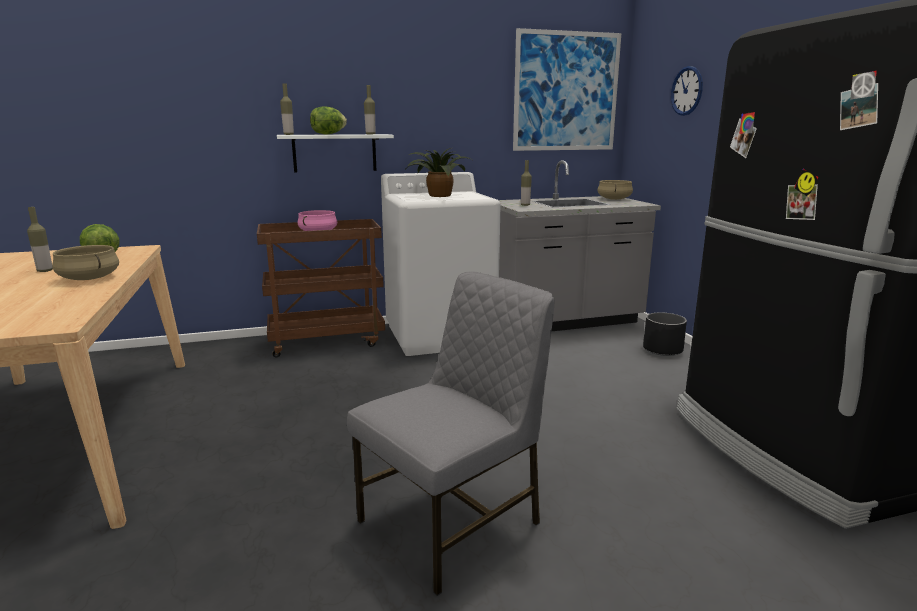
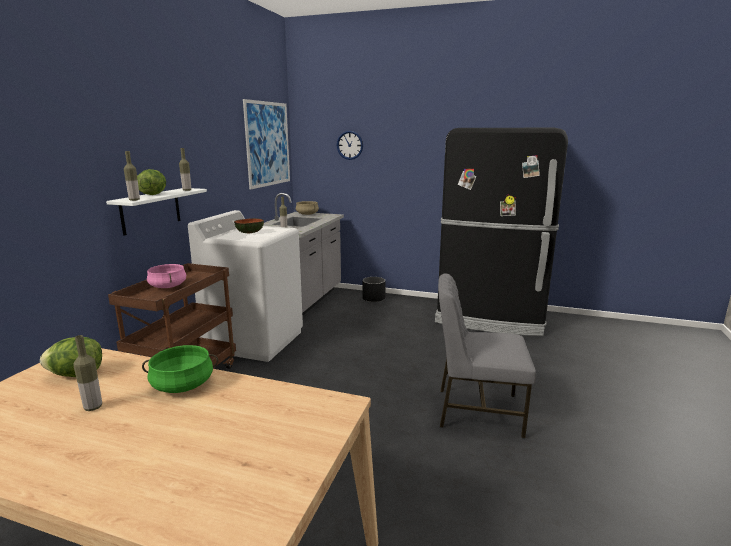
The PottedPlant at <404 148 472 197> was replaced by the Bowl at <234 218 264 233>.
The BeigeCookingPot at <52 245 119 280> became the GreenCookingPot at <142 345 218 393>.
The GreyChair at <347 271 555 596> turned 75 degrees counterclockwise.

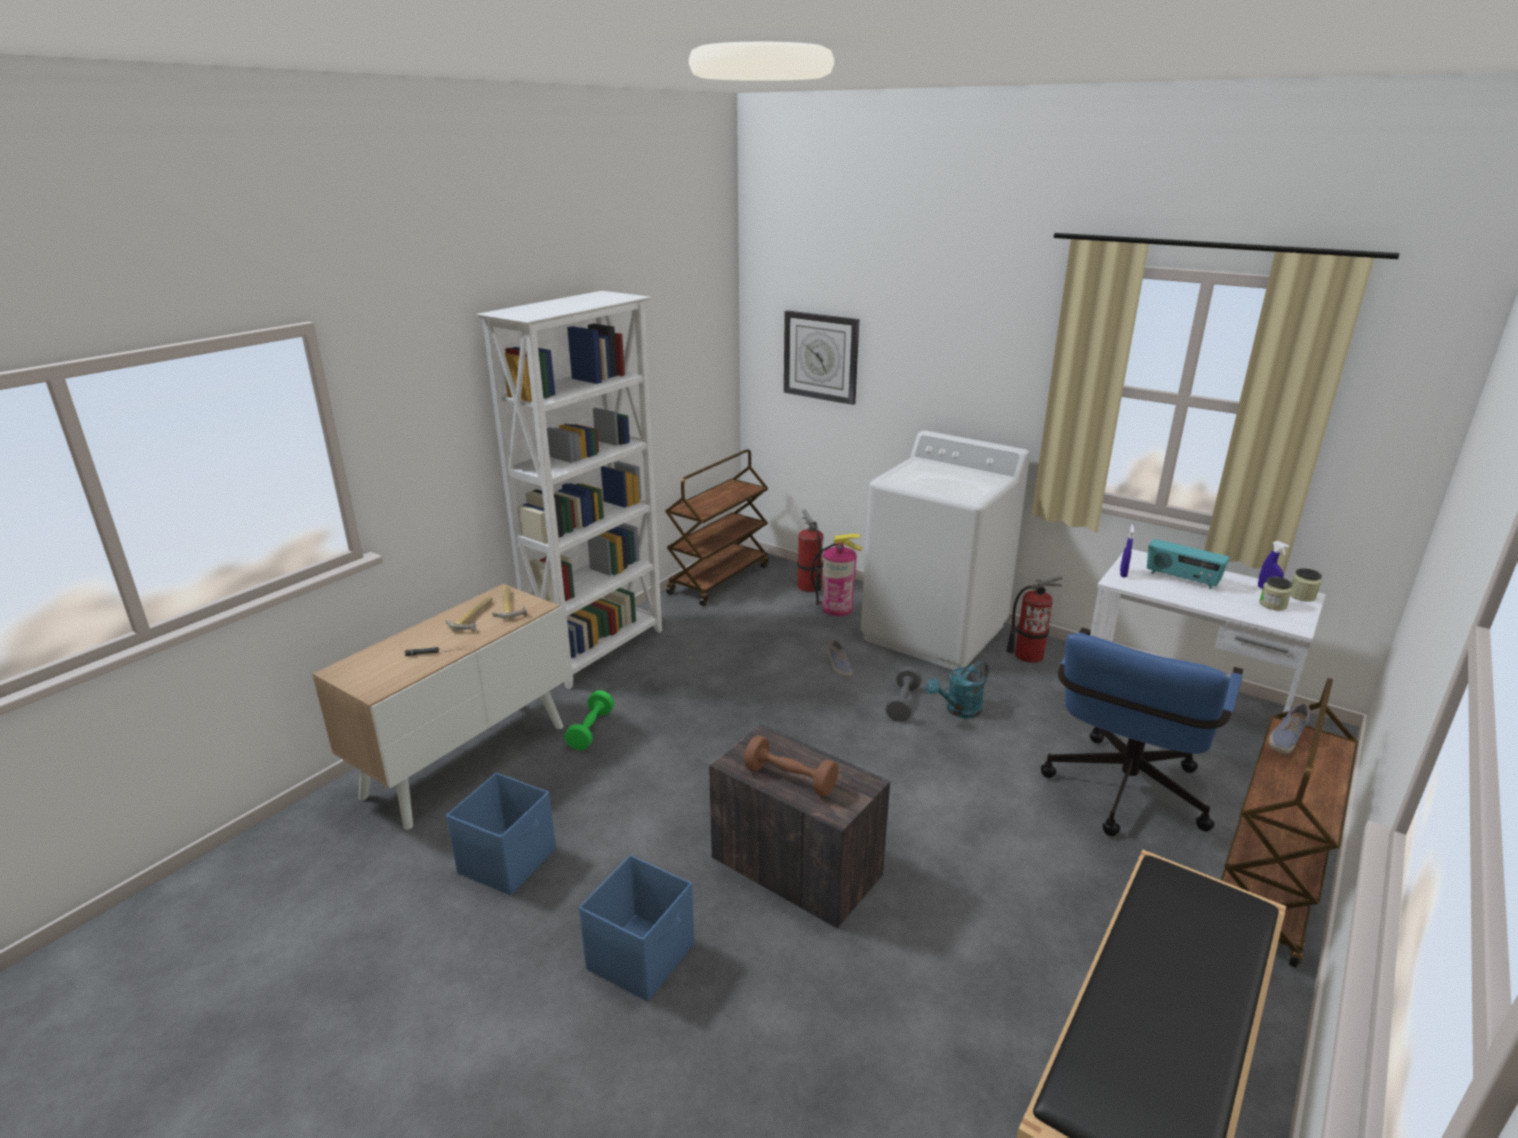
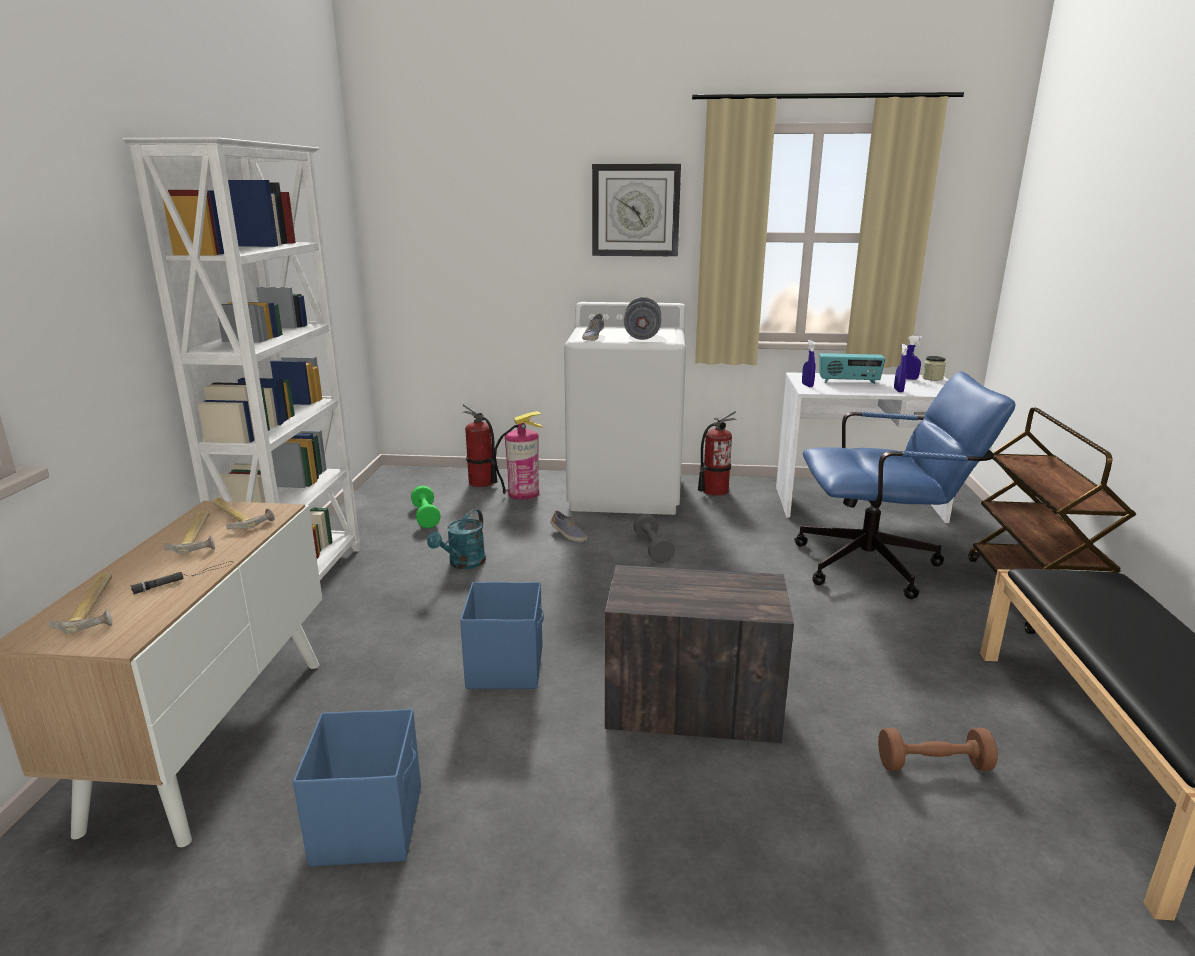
The BrownCart at <665 449 769 606> disappeared.
The Jar at <1259 577 1292 611> disappeared.
The Hammer at <48 573 112 633> appeared.
The GreyDumbbell at <624 297 661 340> appeared.
The BlueSprayBottle at <894 344 908 392> appeared.
The GreenDumbbell moved from <564 690 614 750> to <411 486 441 528>.
The BlueStorageBox moved from <579 855 694 1002> to <460 582 544 689>.
The BrownDumbbell moved from <744 736 838 797> to <878 728 998 771>.
The WallClock moved from <784 310 859 405> to <592 164 681 256>.
The TurquoiseWateringCan moved from <926 661 989 718> to <427 509 486 569>.
The Shoe moved from <1269 703 1310 754> to <582 314 604 341>.
The BlueOfficeChair at <1041 627 1243 836> turned 90 degrees counterclockwise.

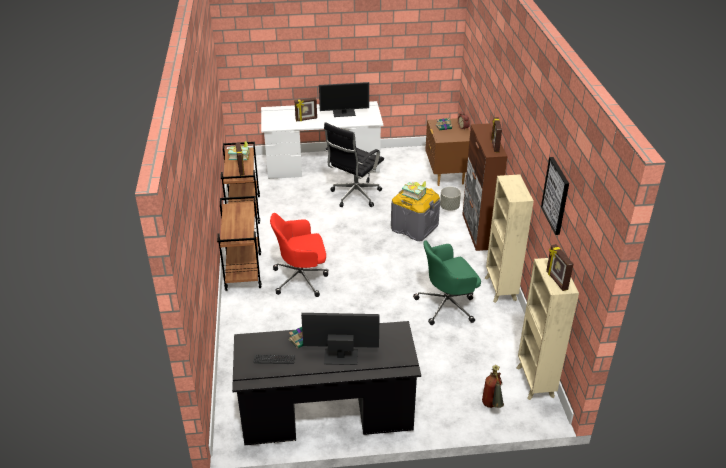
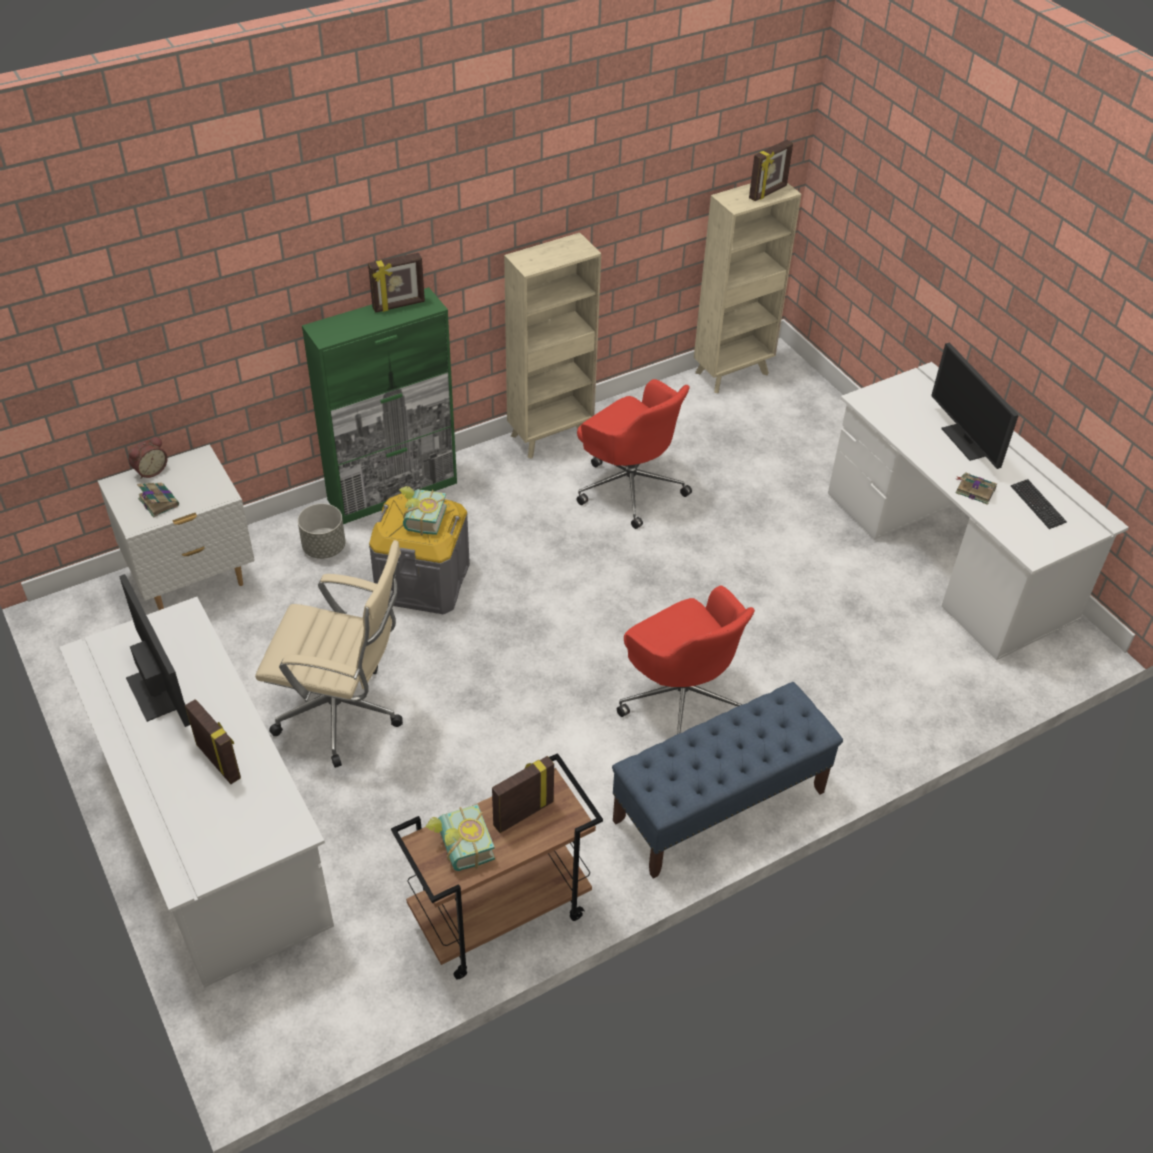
The FireExtinguisher at <482 365 504 408> disappeared.
The Picture at <541 157 569 235> disappeared.
The BrownCart at <217 196 262 291> was replaced by the BlueBench at <612 682 843 879>.
The BlackDesk at <232 321 421 445> became the WhiteDesk at <828 362 1129 660>.
The BlackOfficeChair at <324 122 384 207> became the BeigeOfficeChair at <255 540 403 768>.
The GreenOfficeChair at <413 241 481 325> became the RedOfficeChair at <577 379 692 529>.
The BrownNightstand at <425 118 470 186> became the WhiteNightstand at <98 444 255 610>.
The BrownCabinet at <462 123 507 251> became the GreenCabinet at <302 287 457 524>.

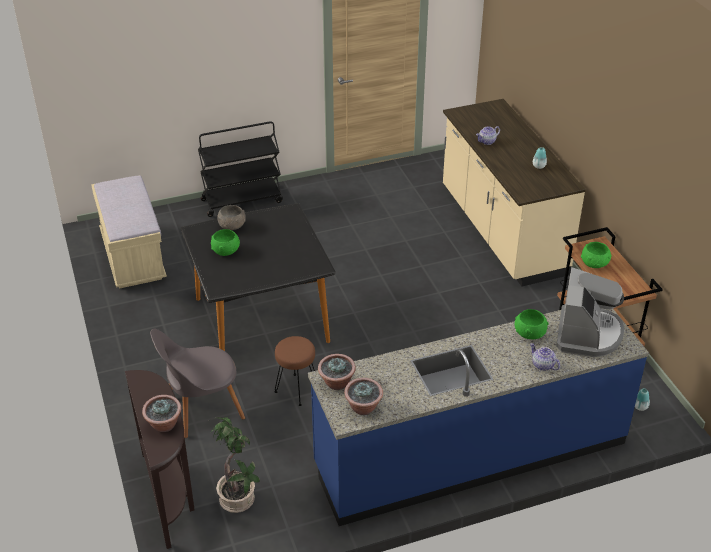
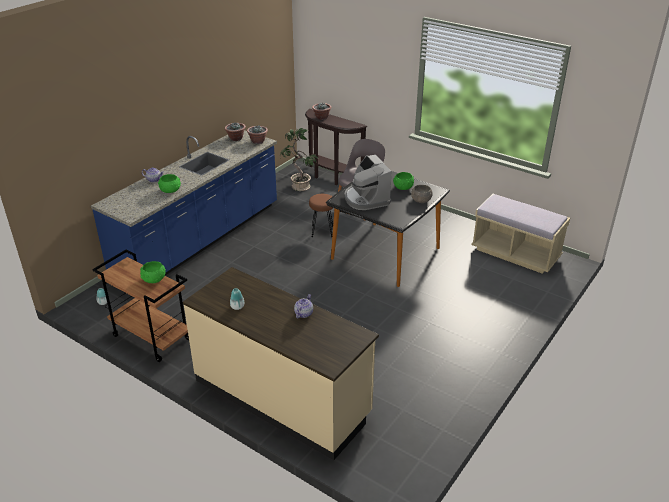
The BlackCart at <198 121 283 217> disappeared.
The CoffeeMachine moved from <556 267 624 357> to <345 155 391 210>.

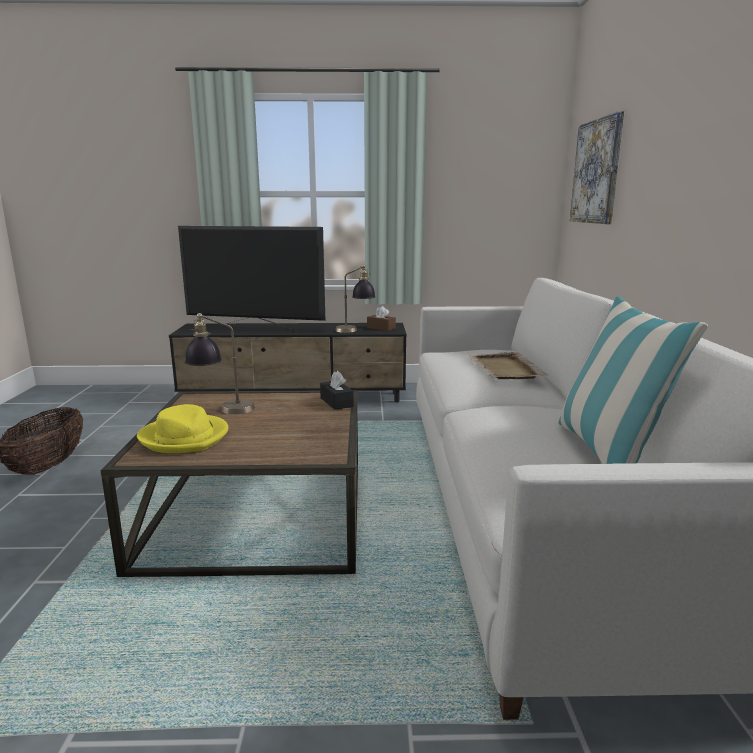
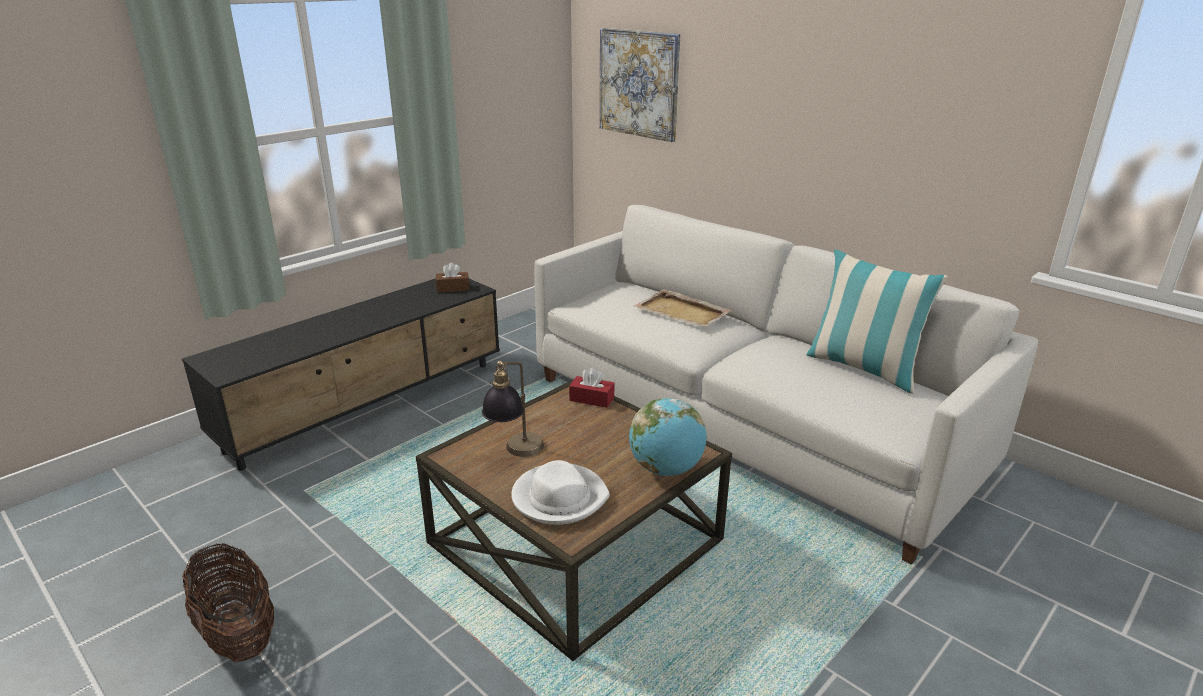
The Television at <178 226 325 331> disappeared.
The TableLamp at <335 265 375 333> disappeared.
The Globe at <629 398 707 476> appeared.
The YellowHat at <137 404 228 453> became the WhiteHat at <511 460 610 525>.
The BlackTissueBox at <320 371 354 410> became the RedTissueBox at <569 368 614 408>.

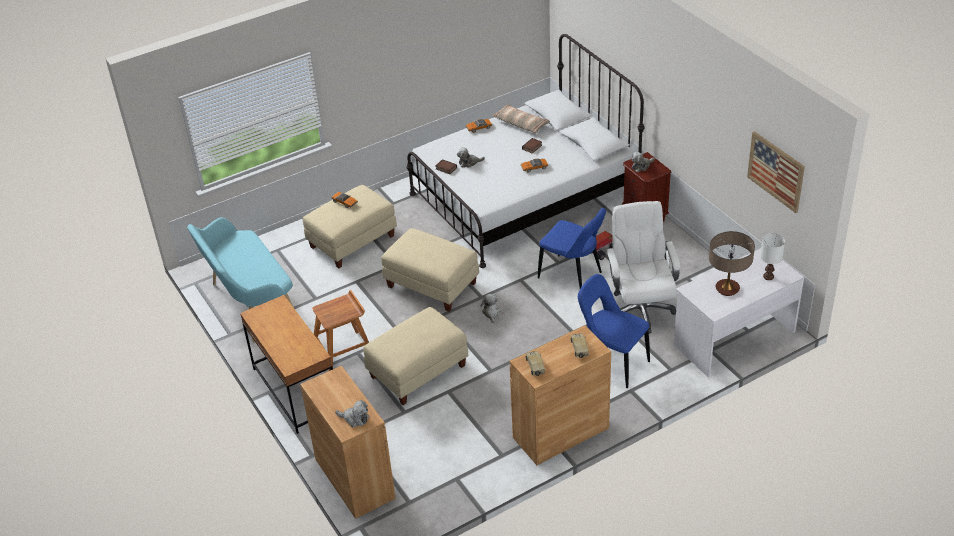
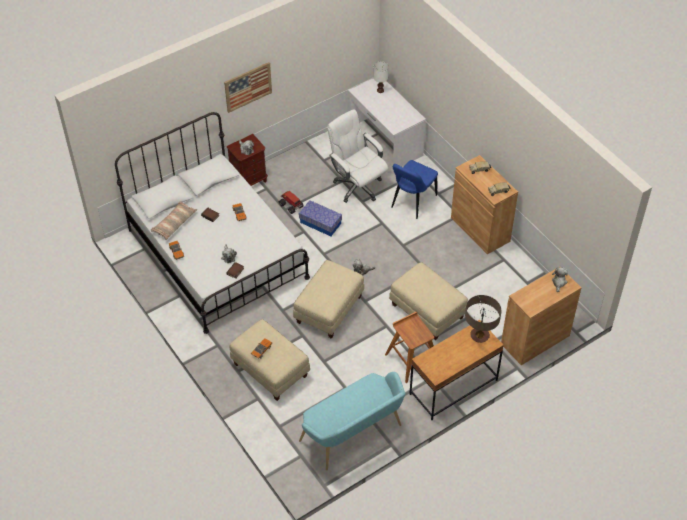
The TableLamp moved from <709 231 755 296> to <465 295 501 343>.
The Picture moved from <747 131 805 213> to <224 62 272 113>.
The BlueChair at <538 208 606 288> was replaced by the StorageBox at <299 200 342 236>.
The WhiteOfficeChair at <606 201 680 334> turned 60 degrees clockwise.

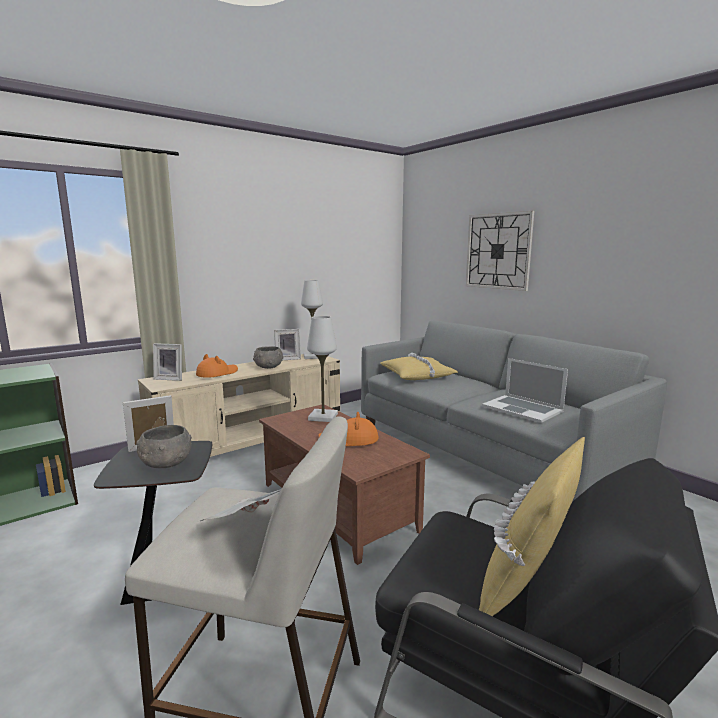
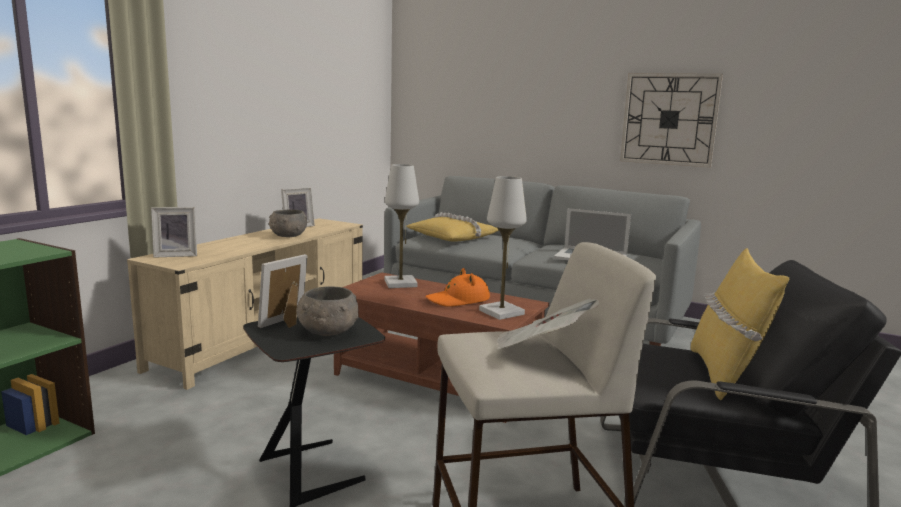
The OrangeHat at <196 354 238 378> disappeared.
The WhiteTableLamp moved from <301 280 323 359> to <479 176 527 320>.
The WallClock moved from <466 211 534 291> to <620 73 723 167>.

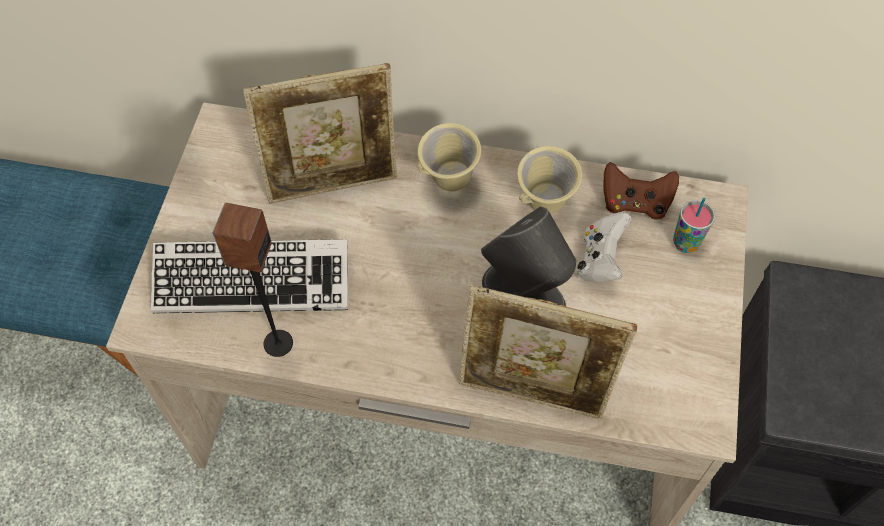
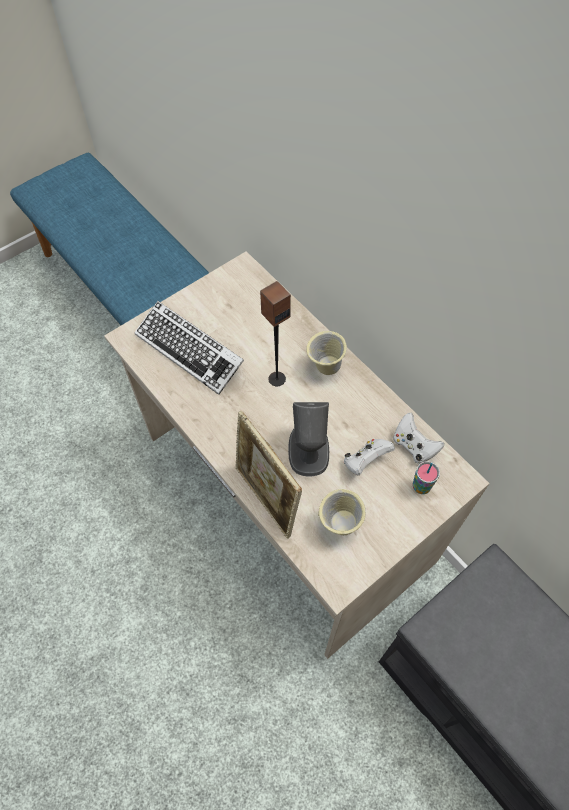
The PictureFrame at <243 63 397 204> disappeared.
The Speaker moved from <212 203 293 357> to <260 281 291 386>.
The BeigeMug moved from <517 146 582 214> to <318 489 366 535>.
The BrownGameController at <603 162 679 220> became the WhiteGameController at <393 413 444 464>.

